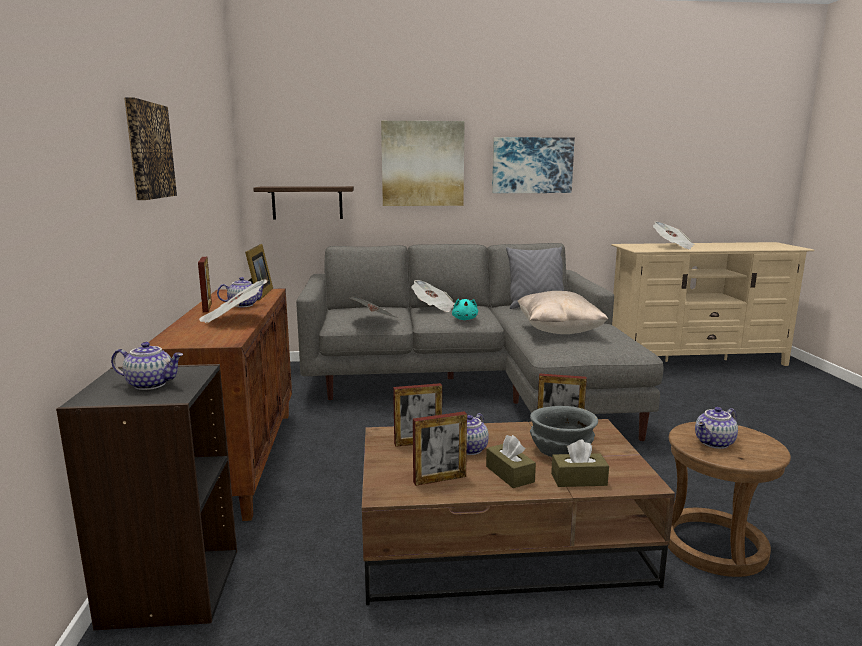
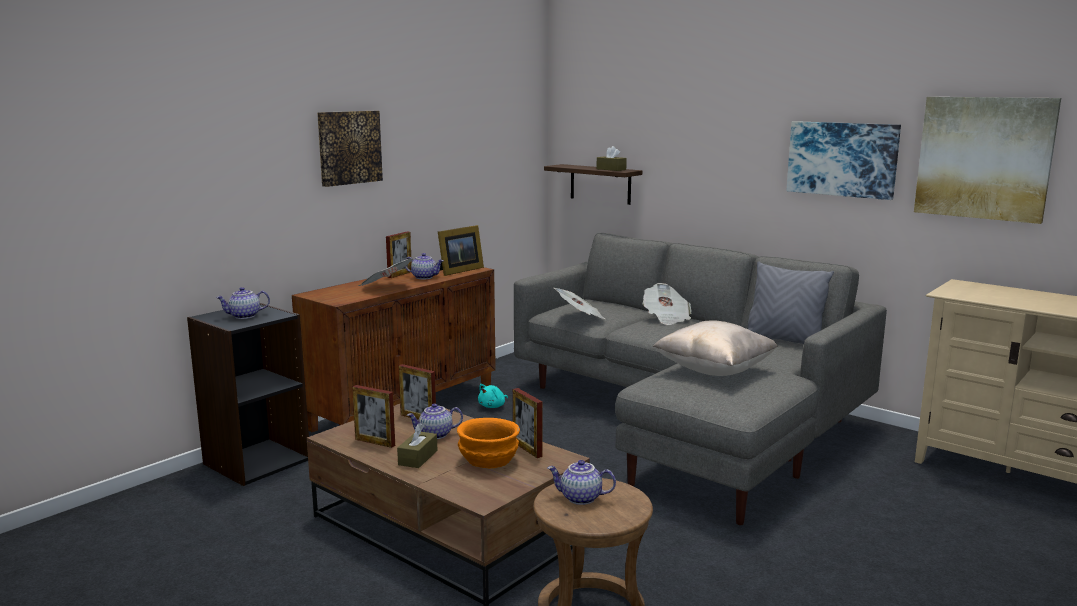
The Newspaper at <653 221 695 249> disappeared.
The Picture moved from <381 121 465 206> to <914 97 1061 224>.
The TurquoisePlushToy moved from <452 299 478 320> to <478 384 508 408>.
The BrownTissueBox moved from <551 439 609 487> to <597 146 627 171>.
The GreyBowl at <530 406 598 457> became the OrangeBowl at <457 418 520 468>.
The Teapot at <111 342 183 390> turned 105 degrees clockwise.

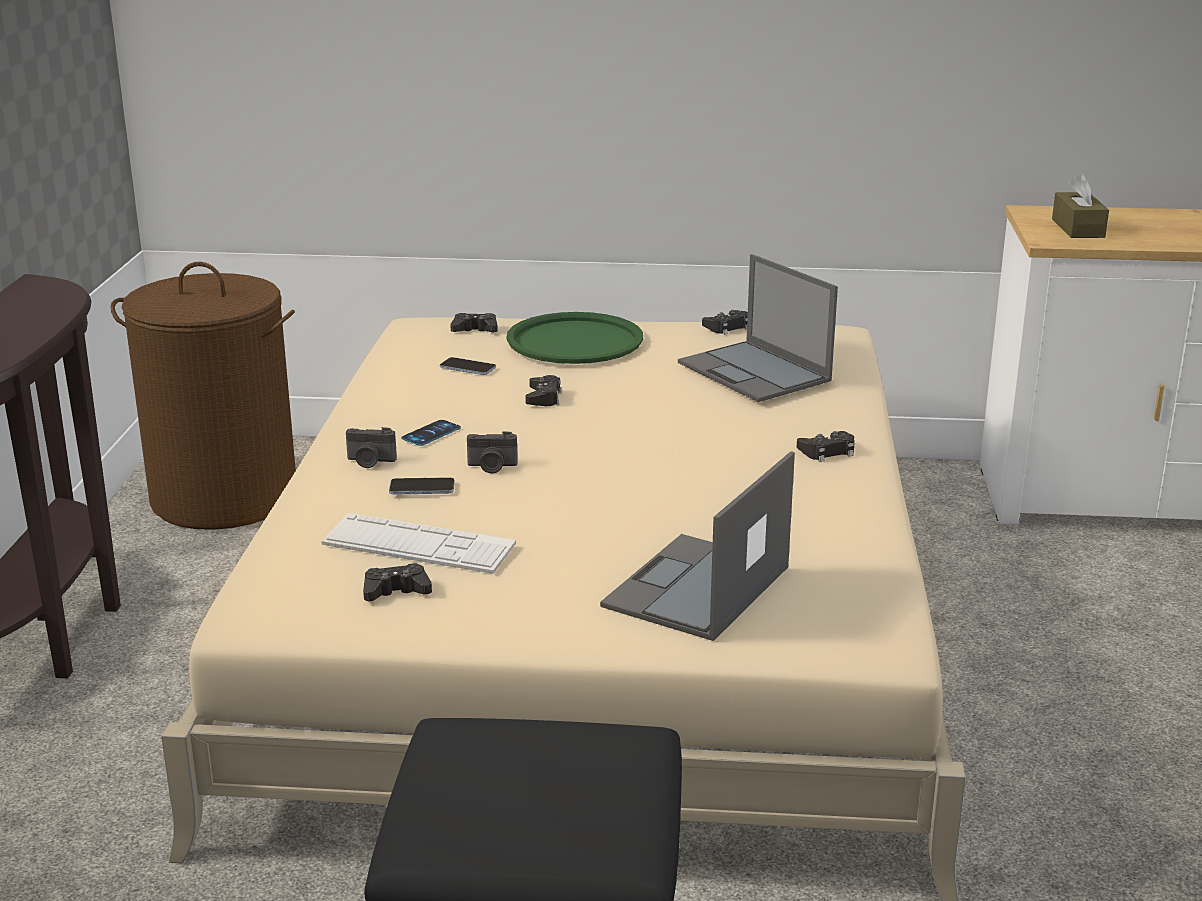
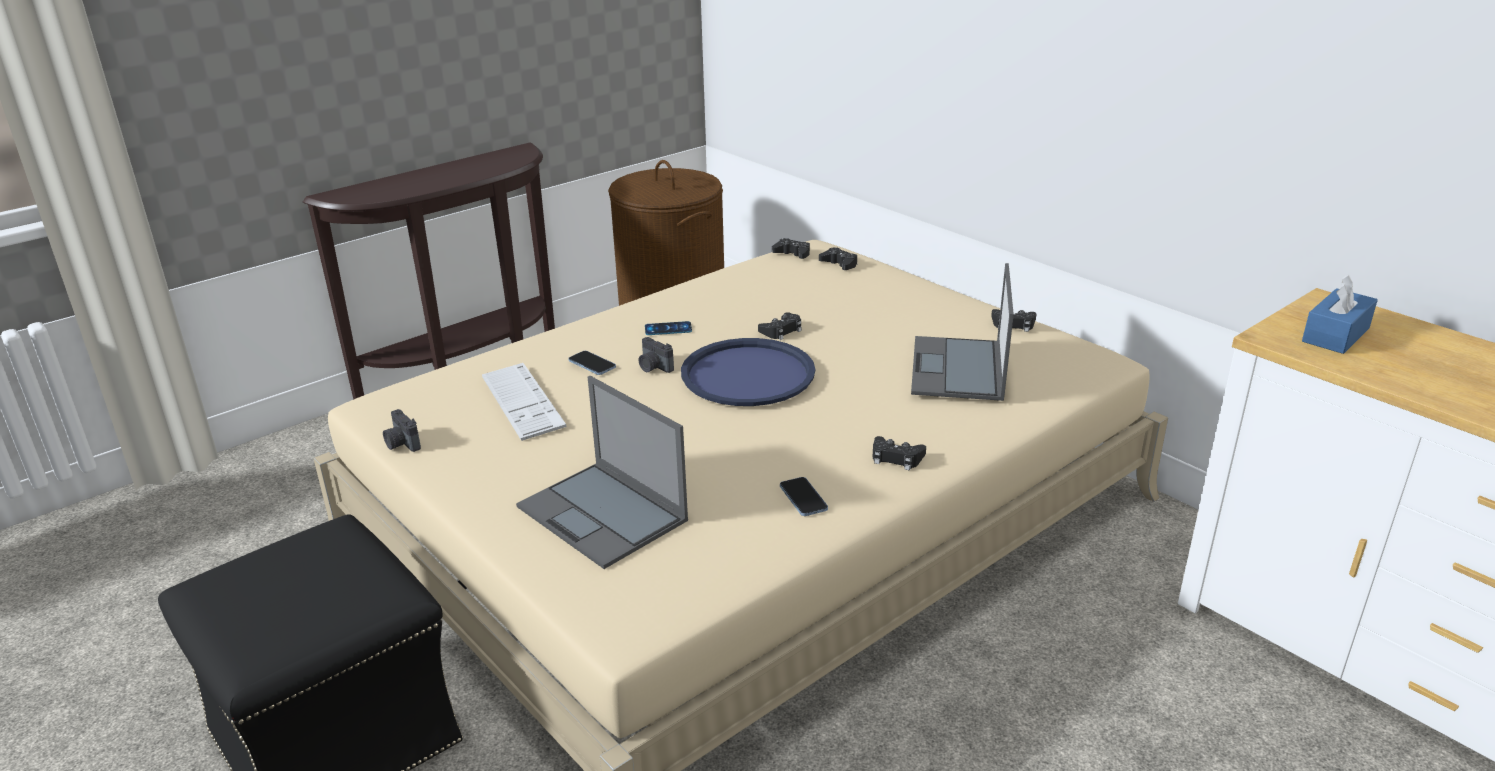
The GreenTray at <507 312 643 364> disappeared.
The BlueTray at <681 338 815 406> appeared.
The PhotoCamera moved from <346 427 397 468> to <383 409 421 452>.
The BlackGameController moved from <363 563 432 601> to <772 238 810 259>.
The Phone moved from <440 357 496 375> to <780 477 828 516>.
The BrownTissueBox at <1052 173 1109 238> became the BlueTissueBox at <1302 274 1378 354>.
The Laptop at <600 451 795 641> turned 120 degrees counterclockwise.

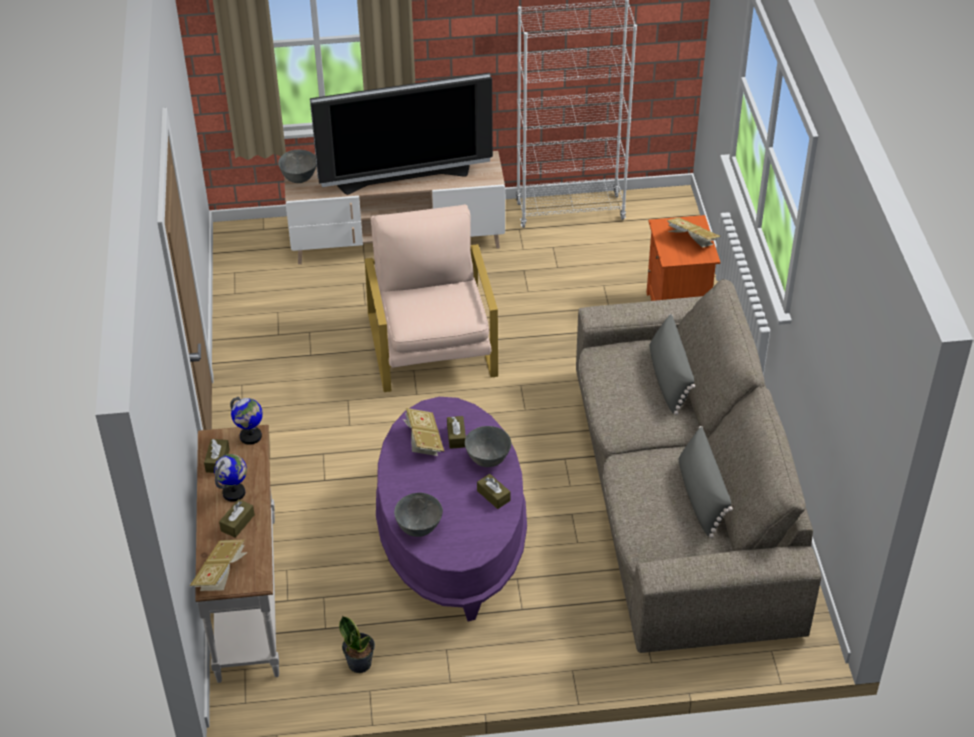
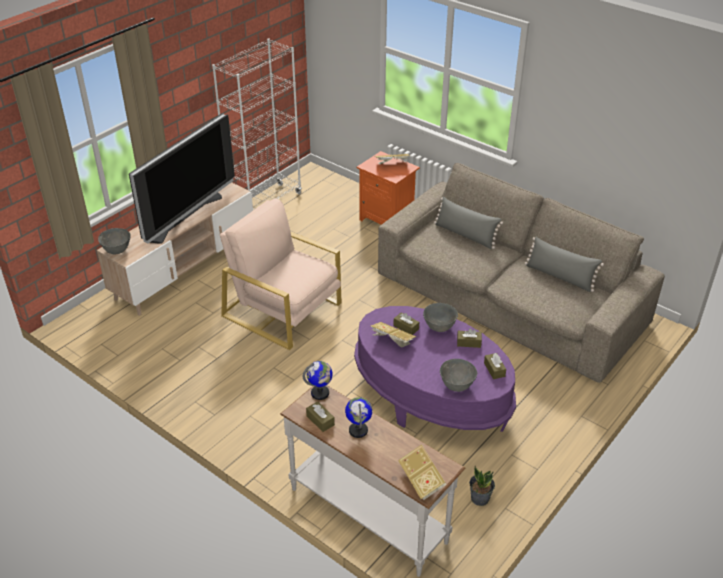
The BrownTissueBox moved from <219 499 255 538> to <484 353 506 379>.

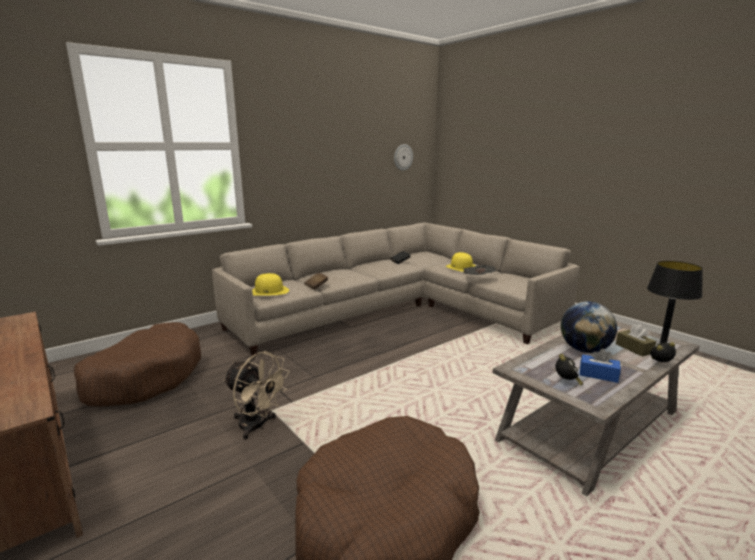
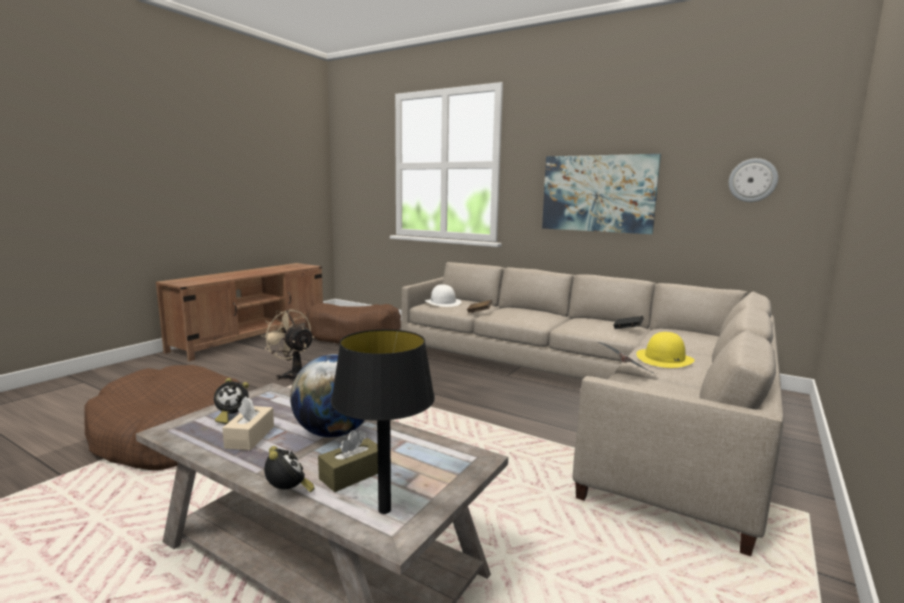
The Picture at <542 154 661 234> appeared.
The YellowHat at <252 273 289 296> became the WhiteHat at <425 284 461 307>.
The BlueTissueBox at <580 349 621 383> became the BeigeTissueBox at <222 396 274 450>.
The BeigeFan at <223 351 290 440> turned 120 degrees clockwise.

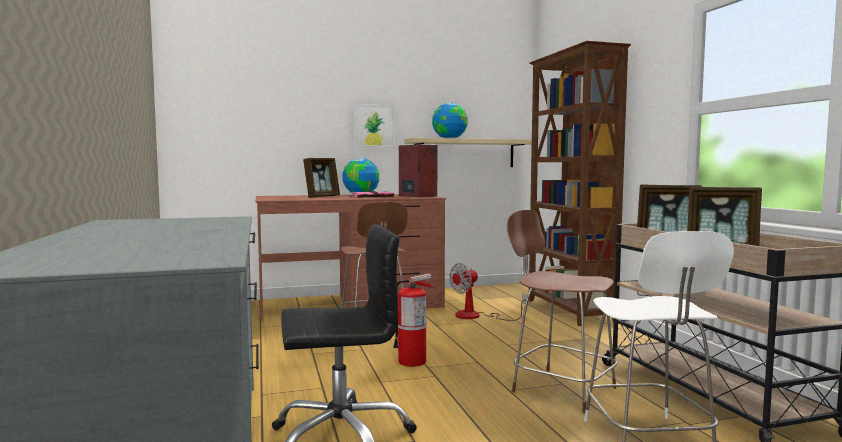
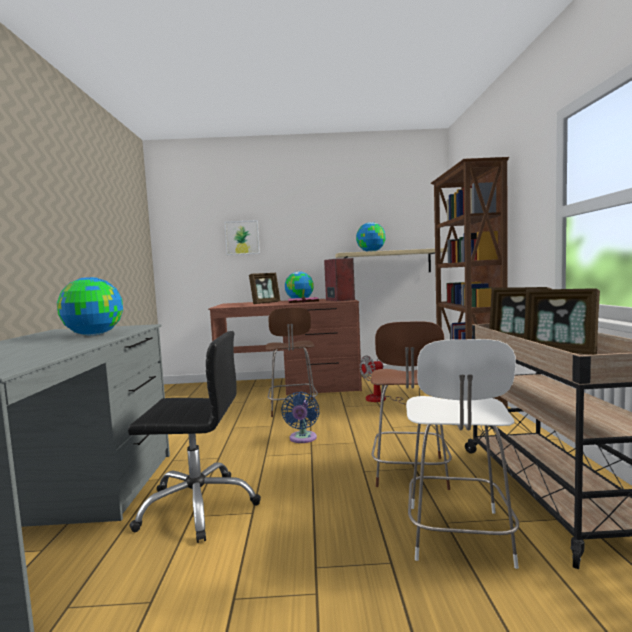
The Globe at <57 277 123 336> appeared.
The Picture moved from <353 104 395 147> to <224 220 260 255>.
The FireExtinguisher at <393 273 433 367> was replaced by the BlueFan at <281 392 319 443>.
The BrownChair at <507 210 618 413> turned 135 degrees counterclockwise.

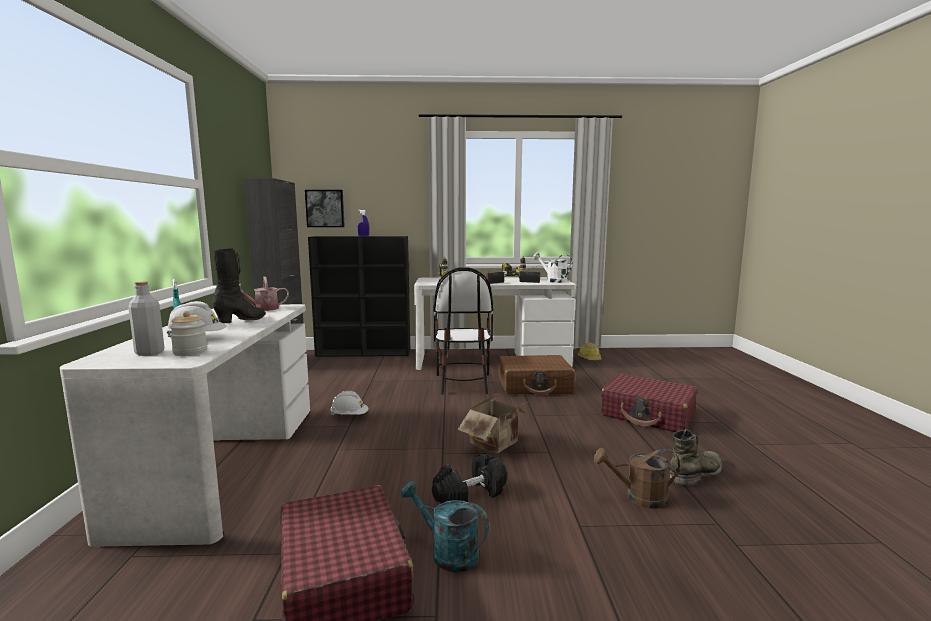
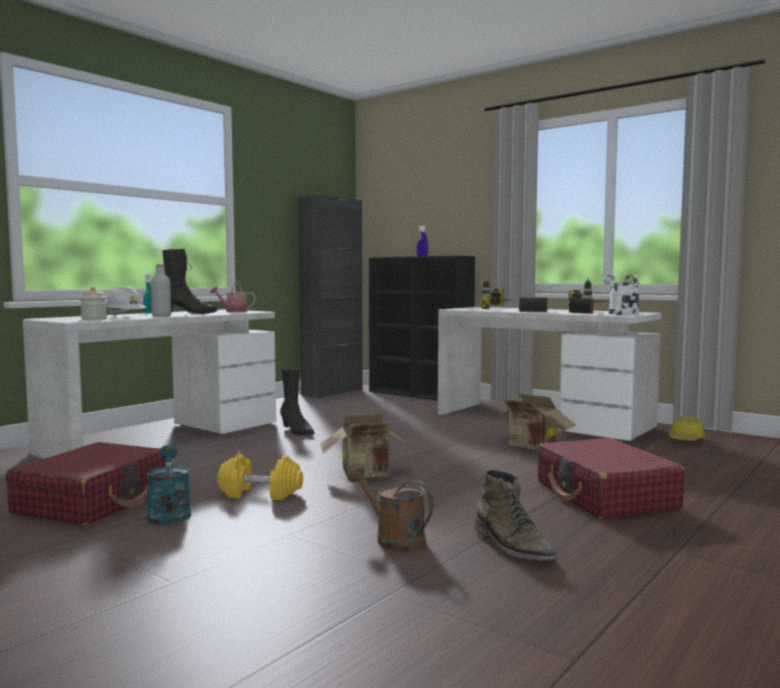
The Picture at <305 190 345 227> disappeared.
The Chair at <433 267 493 395> disappeared.
The GreyBottle moved from <128 281 165 356> to <151 264 171 317>.
The WhiteHardHat at <330 391 369 416> was replaced by the BlackBoot at <280 369 314 436>.
The BrownSuitcase at <498 355 575 395> was replaced by the CardboardBox at <492 394 576 450>.
The BlackDumbbell at <432 453 507 503> became the YellowDumbbell at <217 454 303 500>.
The GreenBoot at <670 429 722 485> turned 60 degrees clockwise.

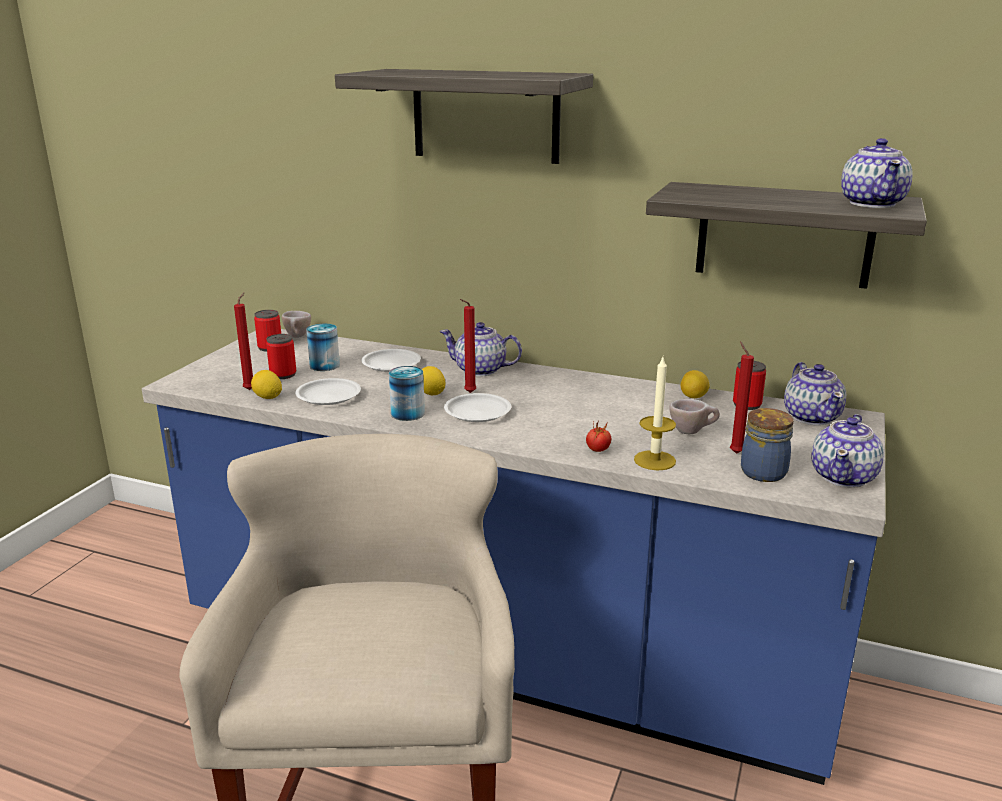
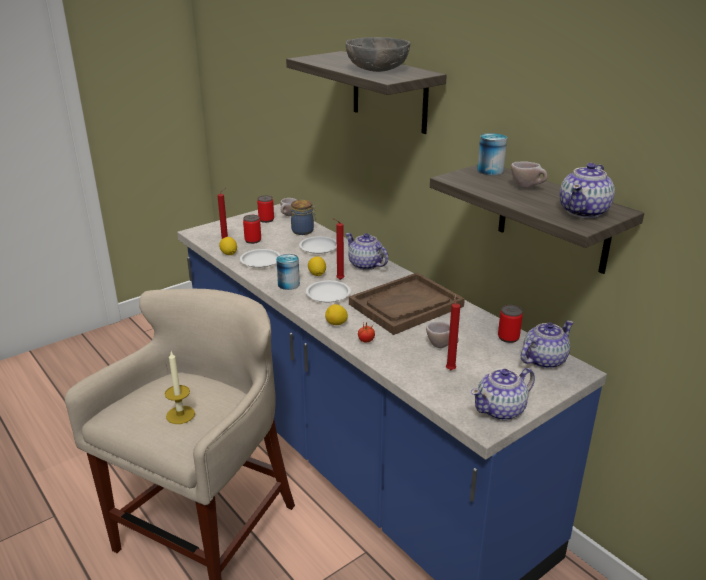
The GreyBowl at <346 37 410 72> appeared.
The BrownTray at <349 272 465 335> appeared.
The BeigeCup at <511 161 548 189> appeared.
The Can moved from <306 324 340 371> to <477 133 507 175>.
The Candle moved from <634 357 676 470> to <165 352 195 424>.
The Lemon moved from <681 370 709 398> to <325 304 348 325>.
The Jar moved from <741 408 794 482> to <291 200 316 235>.
The Teapot at <784 362 846 425> turned 150 degrees counterclockwise.

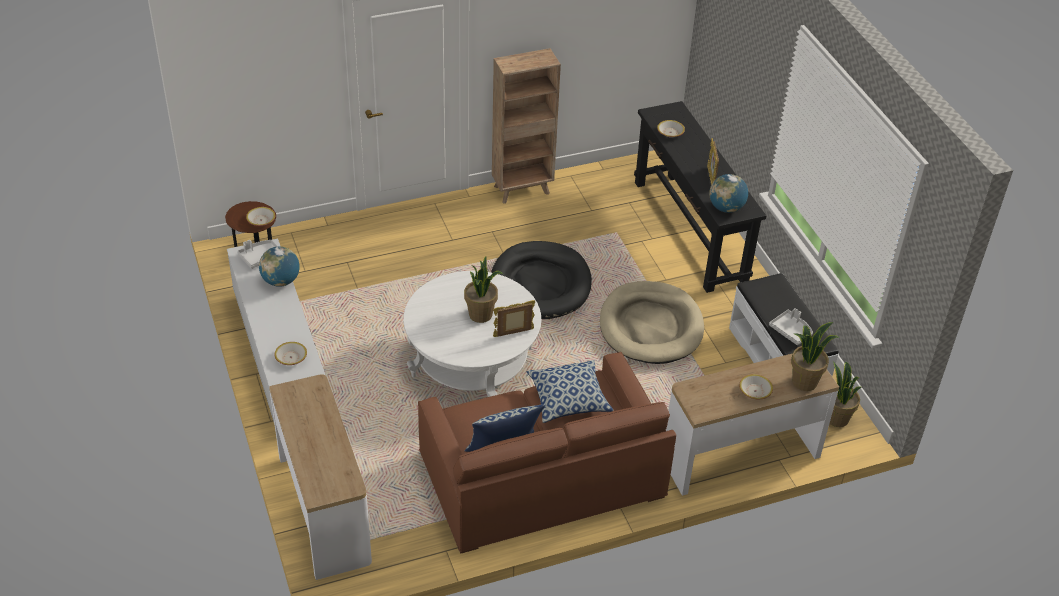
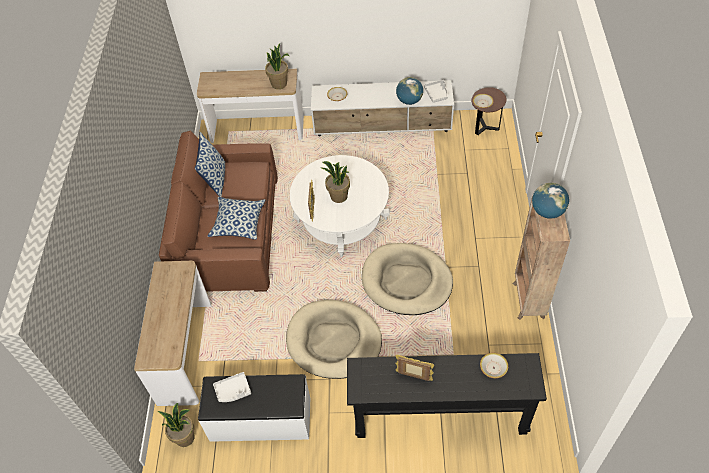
The Bowl at <739 374 773 399> disappeared.
The Globe moved from <709 174 748 213> to <532 183 569 219>.
The PottedPlant moved from <791 322 839 391> to <265 43 289 89>.
The BlackDogBed at <491 241 592 319> became the BeigeDogBed at <362 243 453 315>.

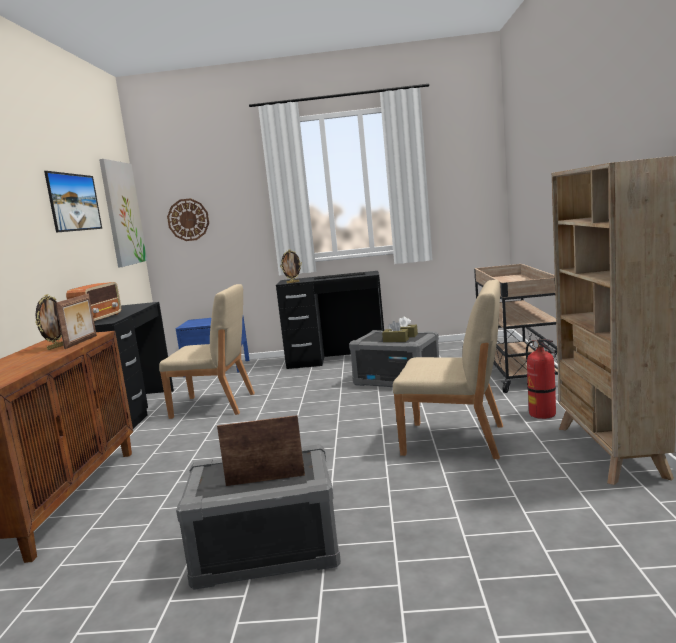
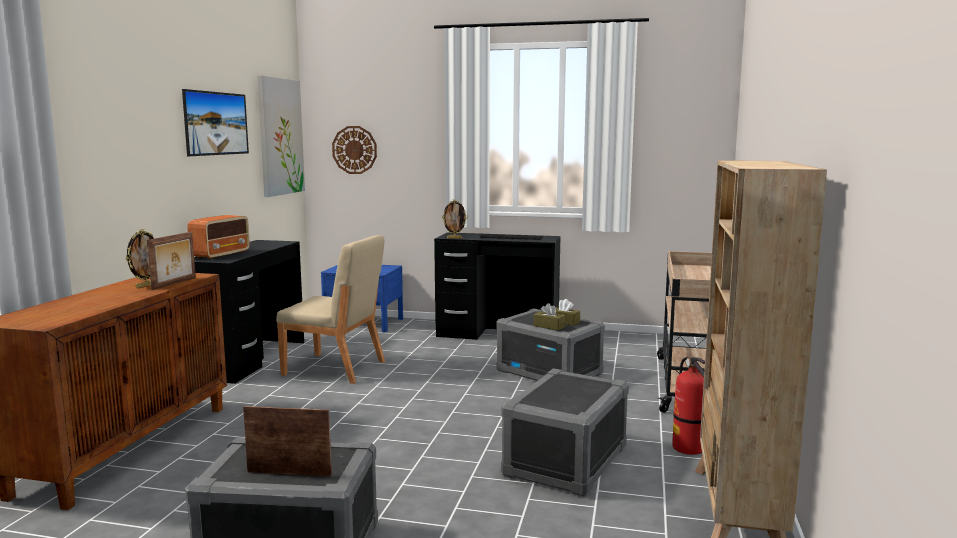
The BeigeChair at <393 280 503 459> was replaced by the GreyStorageBox at <501 368 629 496>.

